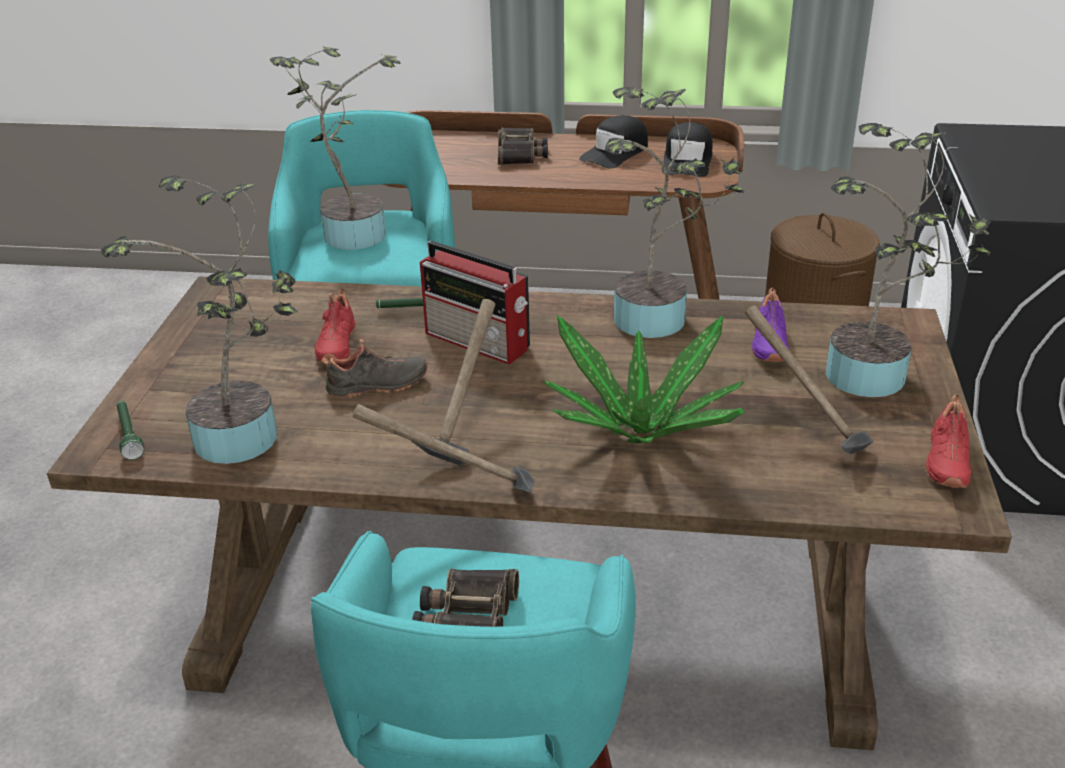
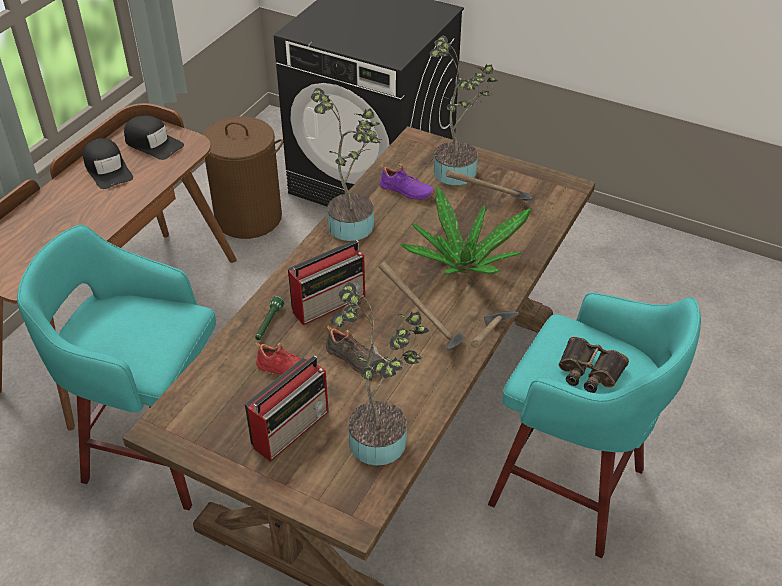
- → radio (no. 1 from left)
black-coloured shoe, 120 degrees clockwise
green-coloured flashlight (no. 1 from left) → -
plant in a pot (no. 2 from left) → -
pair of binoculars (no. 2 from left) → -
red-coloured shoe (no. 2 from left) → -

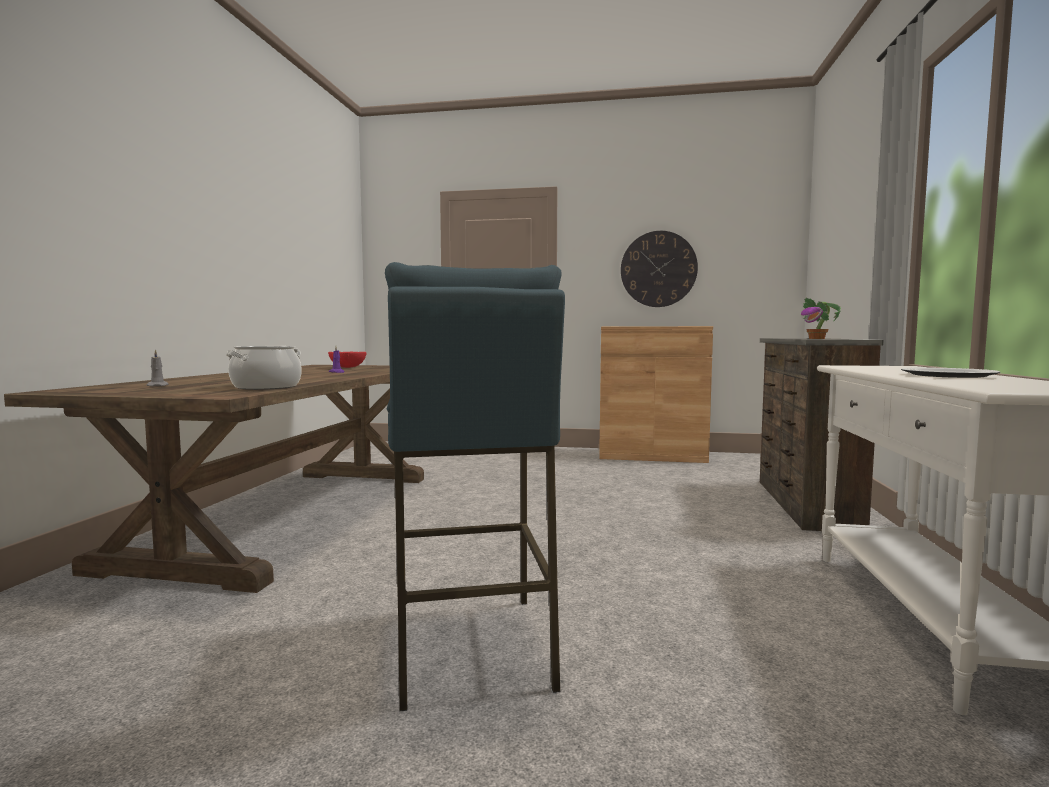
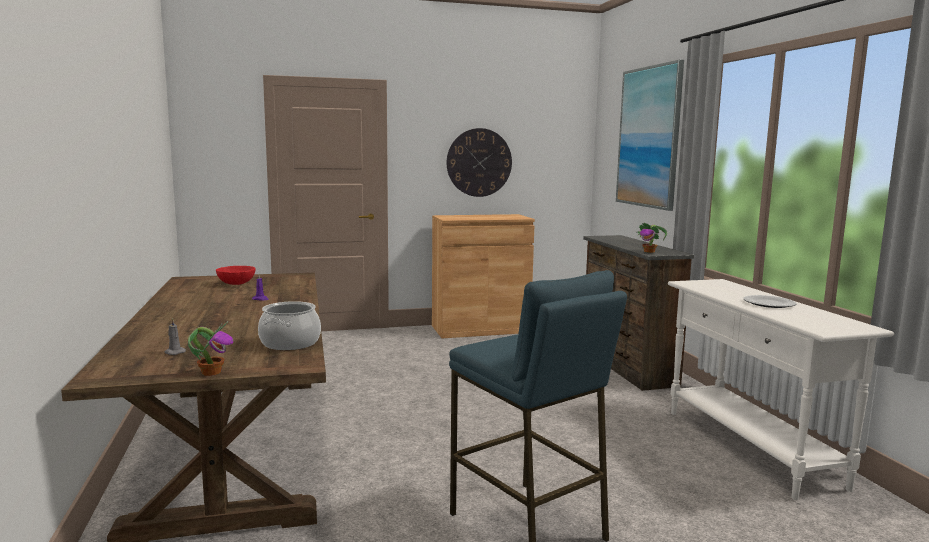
- → plant in a pot (no. 1 from left)
- → wall art

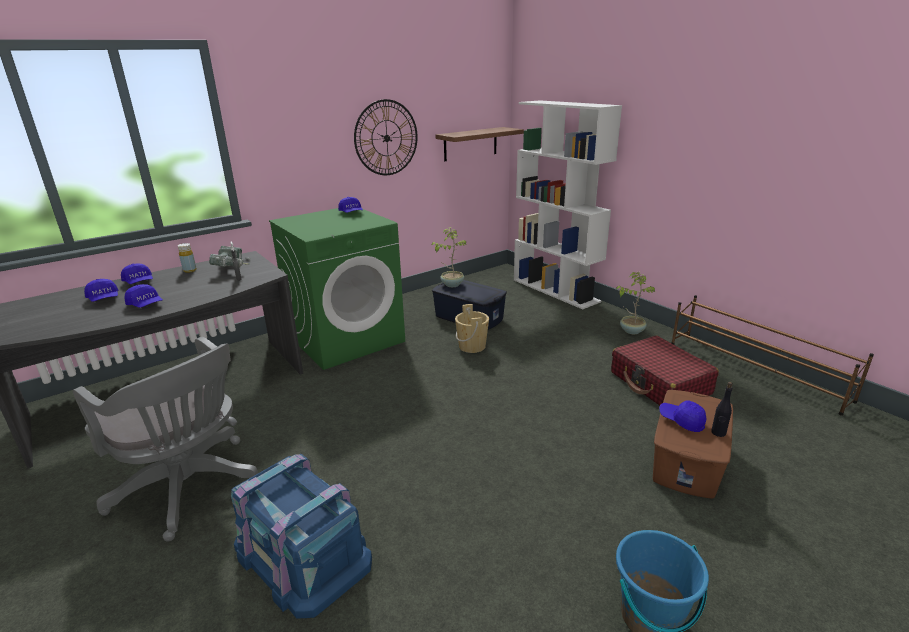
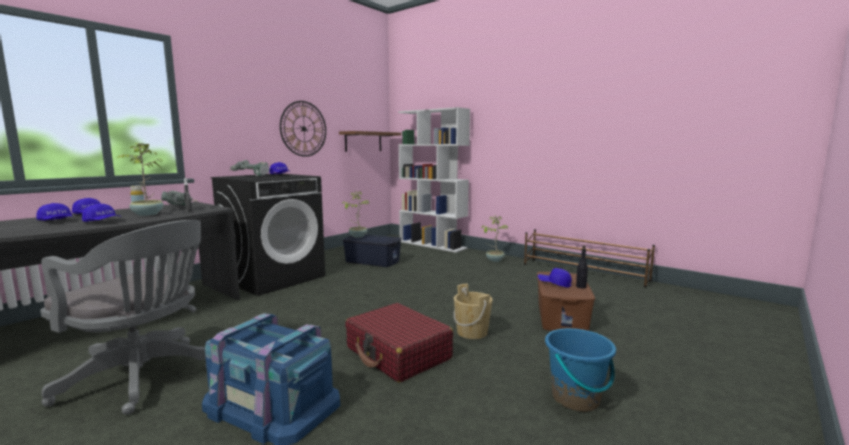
- → plant in a pot (no. 1 from left)
green-coloured laundry machine → black-coloured laundry machine
- → electric drill (no. 2 from left)
red-coloured travel case, shifted
beige-coloured water bucket, shifted

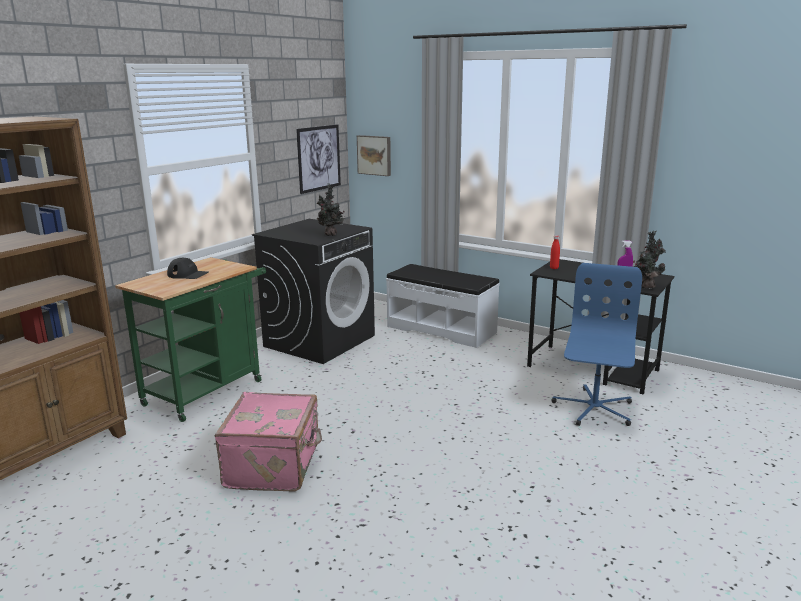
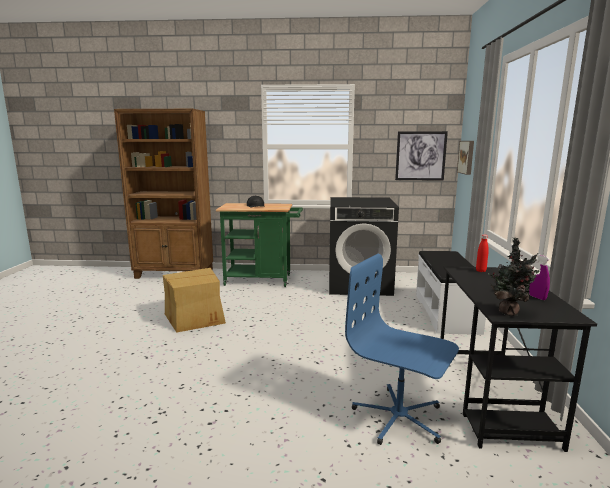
pink travel case → cardboard box
bluish office chair, 135 degrees counterclockwise
plant in a pot (no. 1 from left) → -

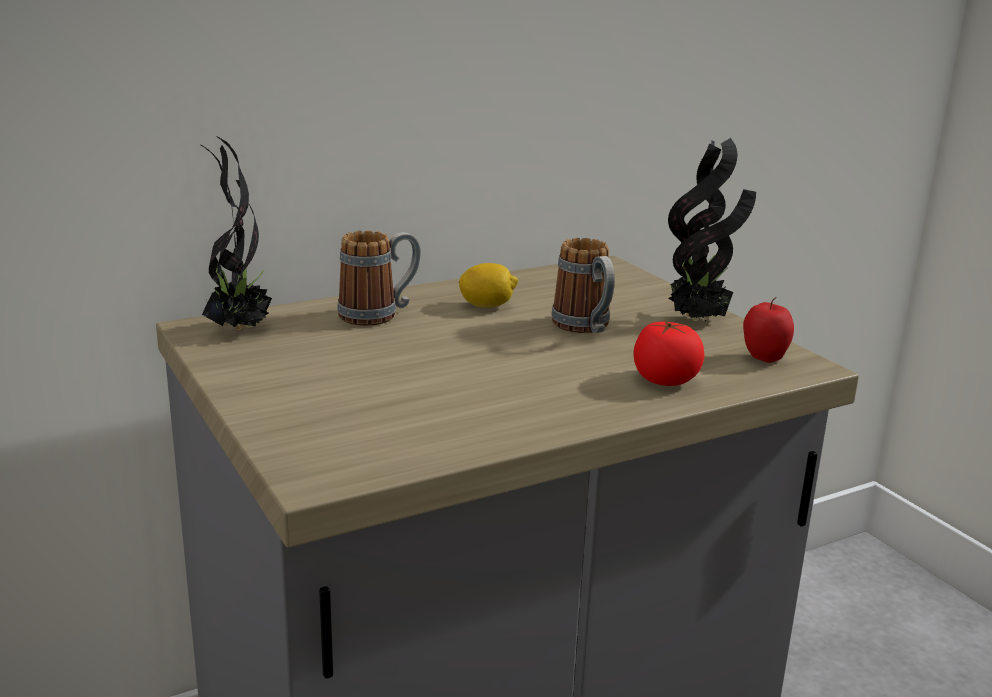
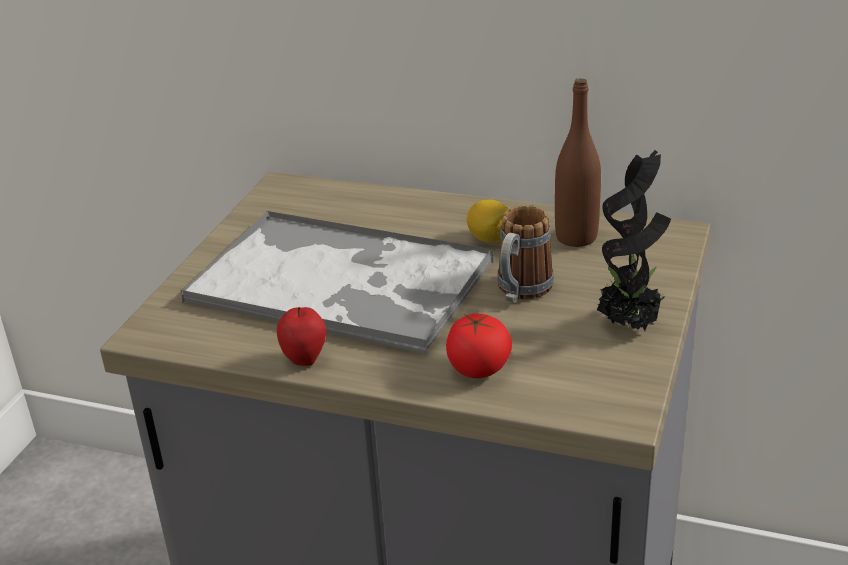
- → tray
apple, shifted
- → brownish bottle
plant in a pot (no. 1 from left) → -
tea mug (no. 1 from left) → -

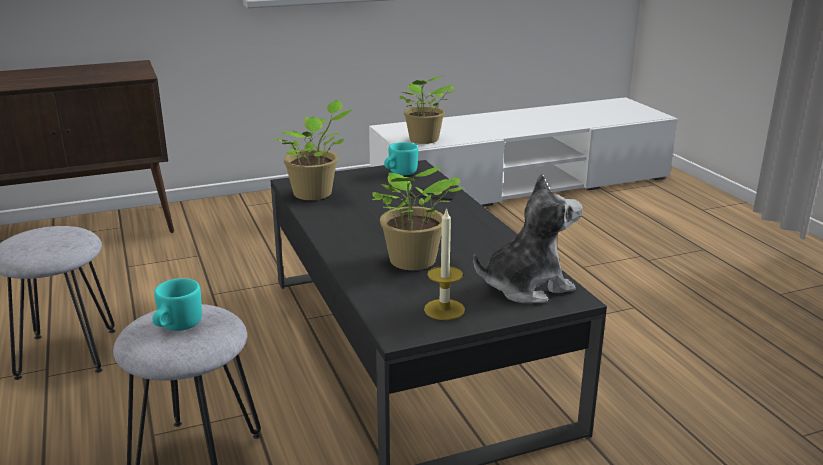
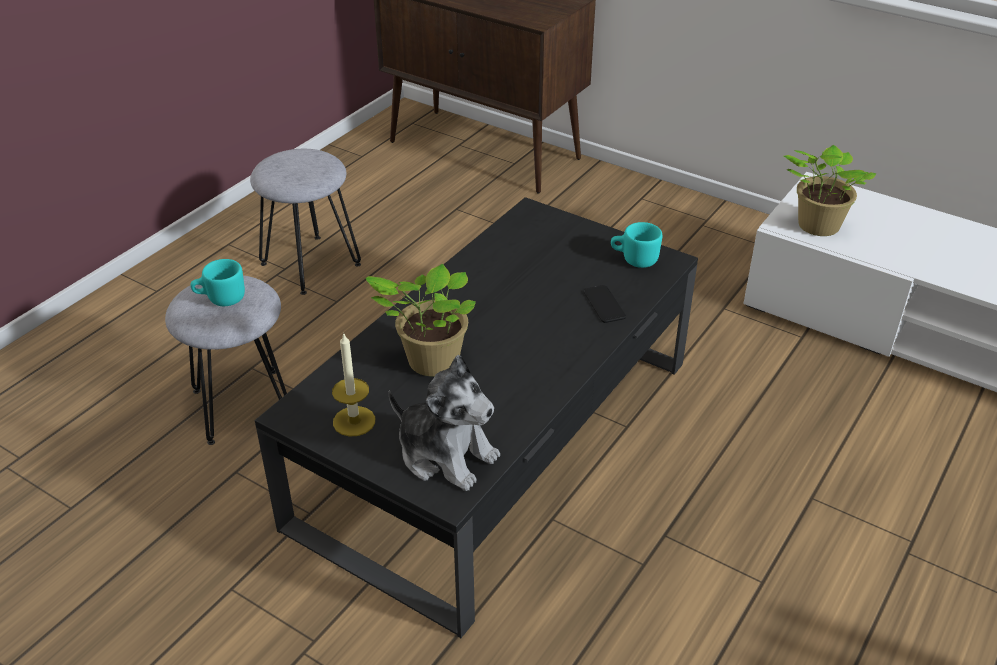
plant in a pot (no. 1 from left) → -

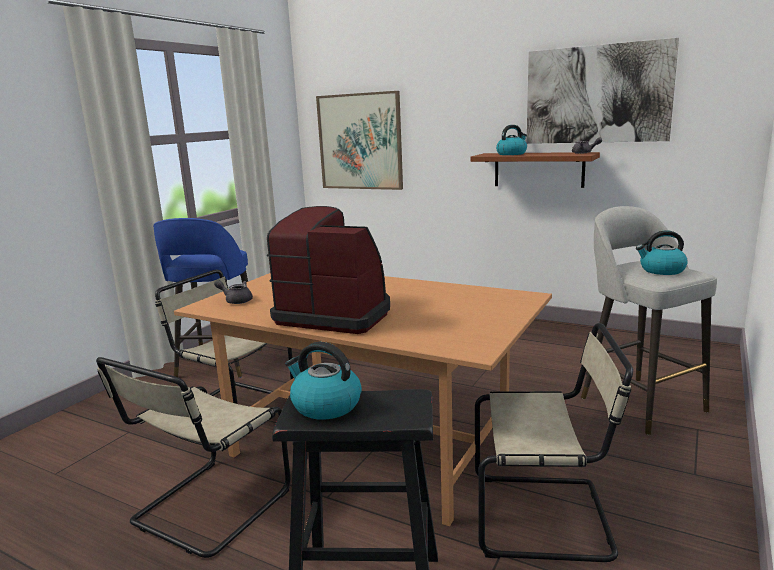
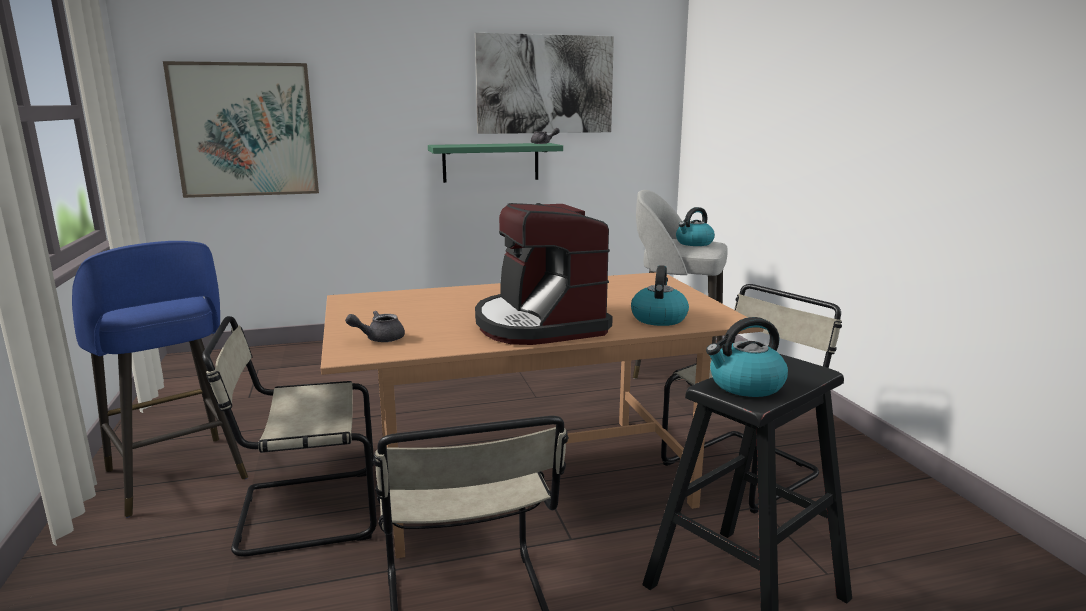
brownish shelf → green-coloured shelf
coffee brewer, 90 degrees counterclockwise
tea kettle (no. 2 from left in the first image) → tea kettle (no. 1 from left), shifted

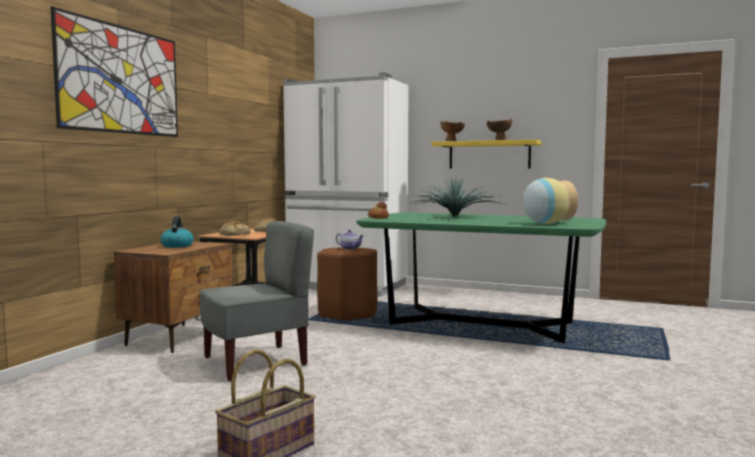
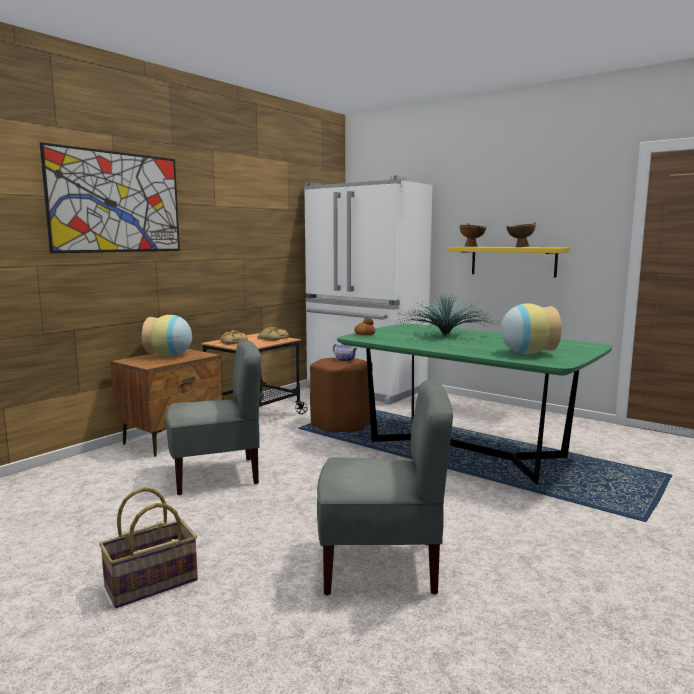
tea kettle → decorative vase (no. 1 from left)
- → grey upright chair (no. 2 from left)

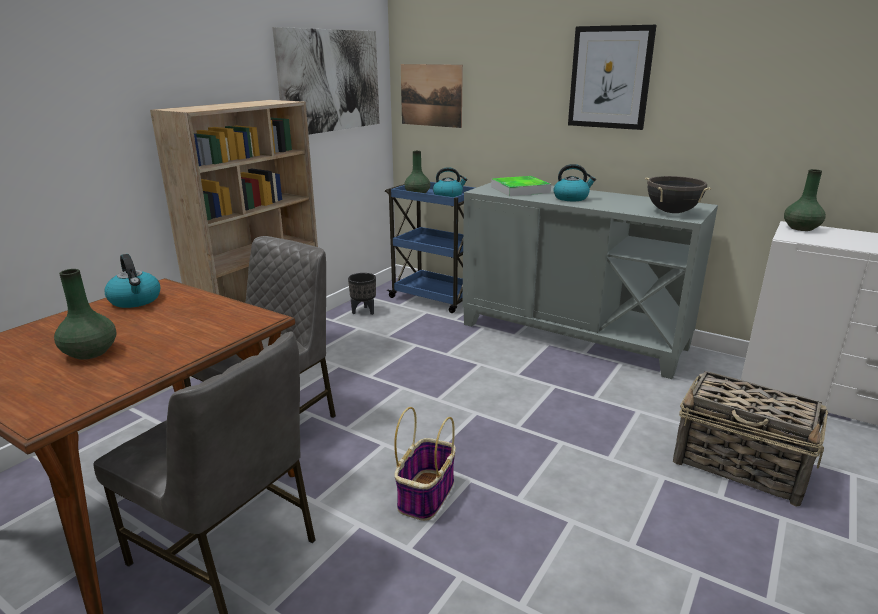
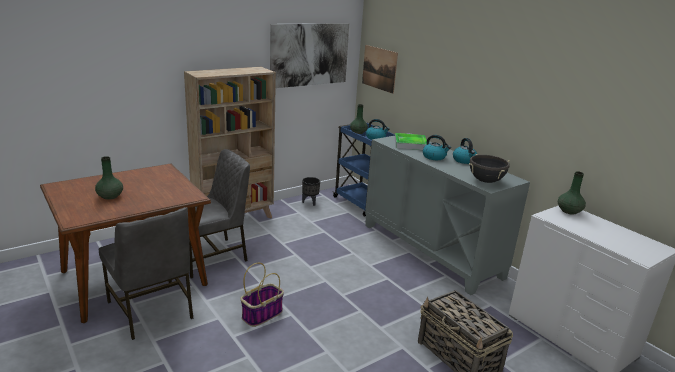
tea kettle (no. 1 from left in the first image) → tea kettle (no. 3 from left), shifted
wall art (no. 3 from left) → -

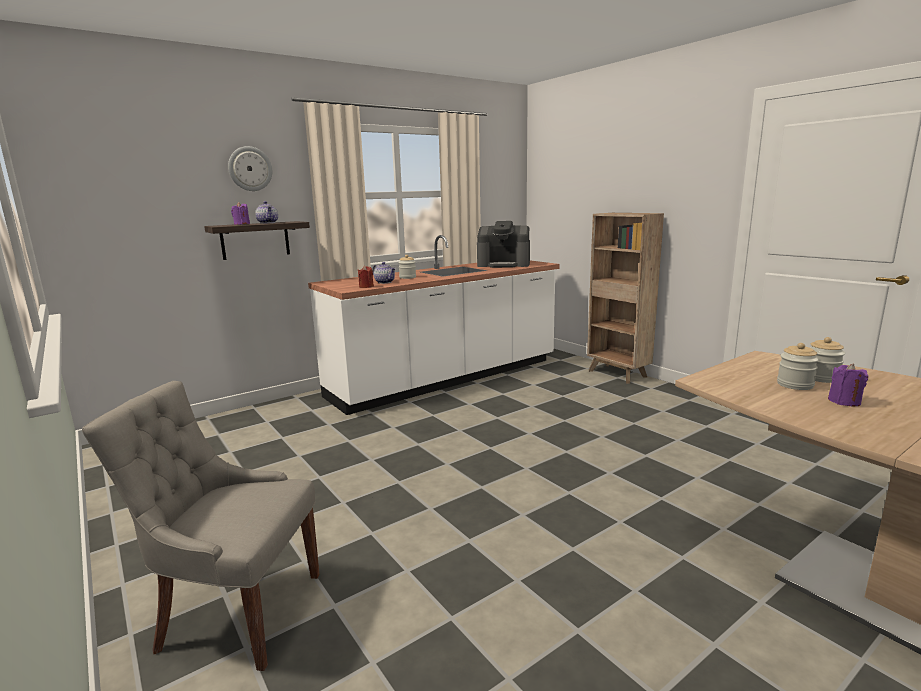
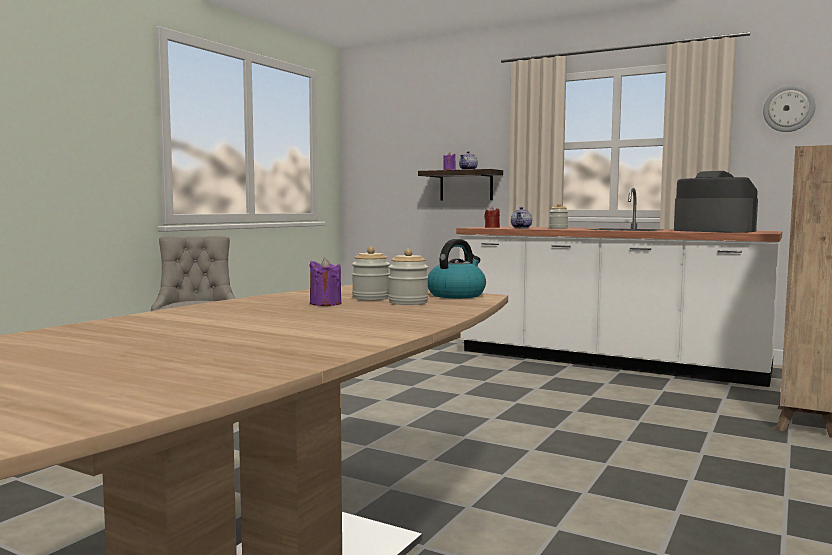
- → tea kettle
coffee brewer, 150 degrees clockwise
wall clock, shifted

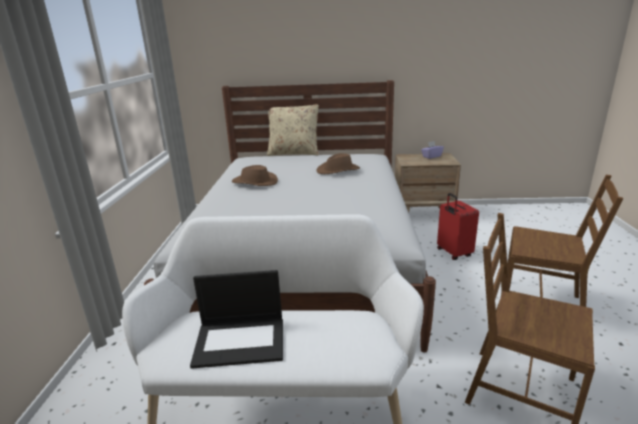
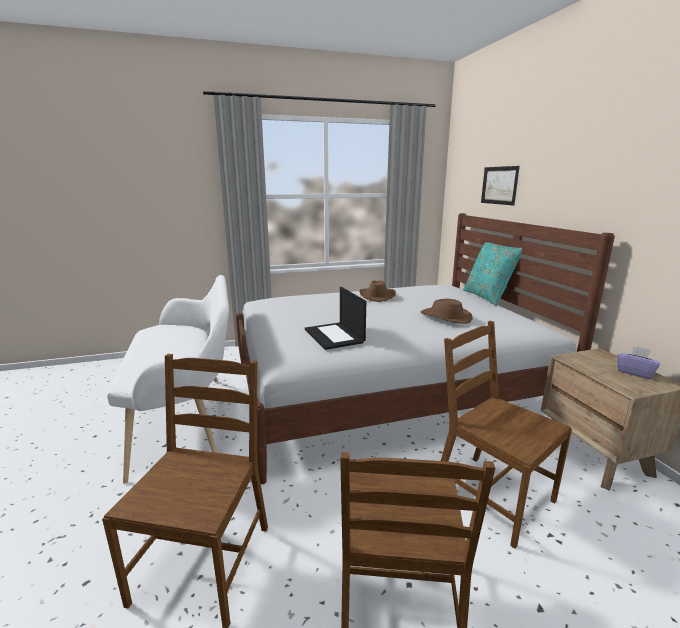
portable computer, shifted
red-coloured travel case → brownish upright chair (no. 3 from left)
beige-coloured throw pillow → turquoise throw pillow
- → wall art

